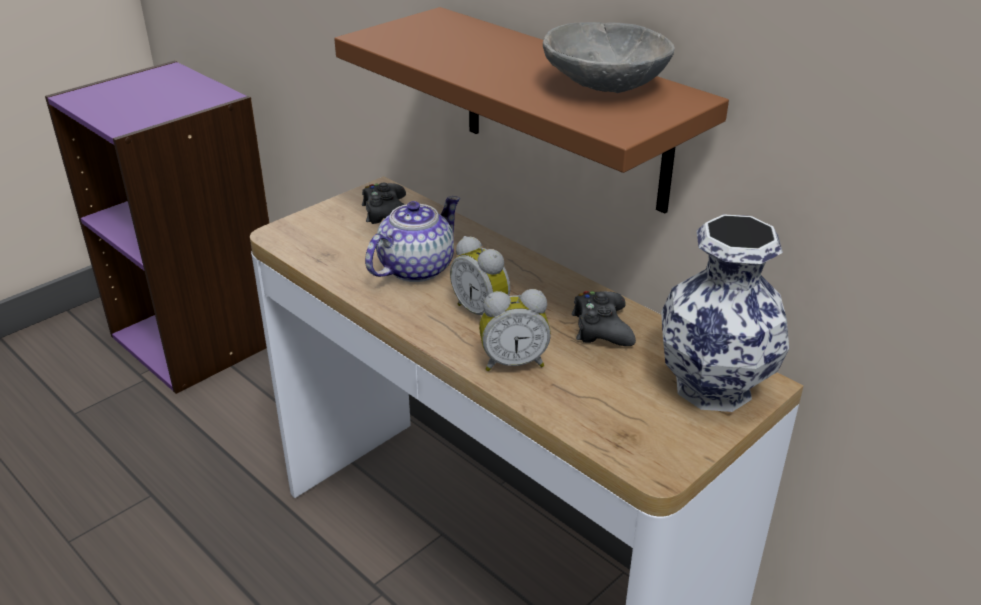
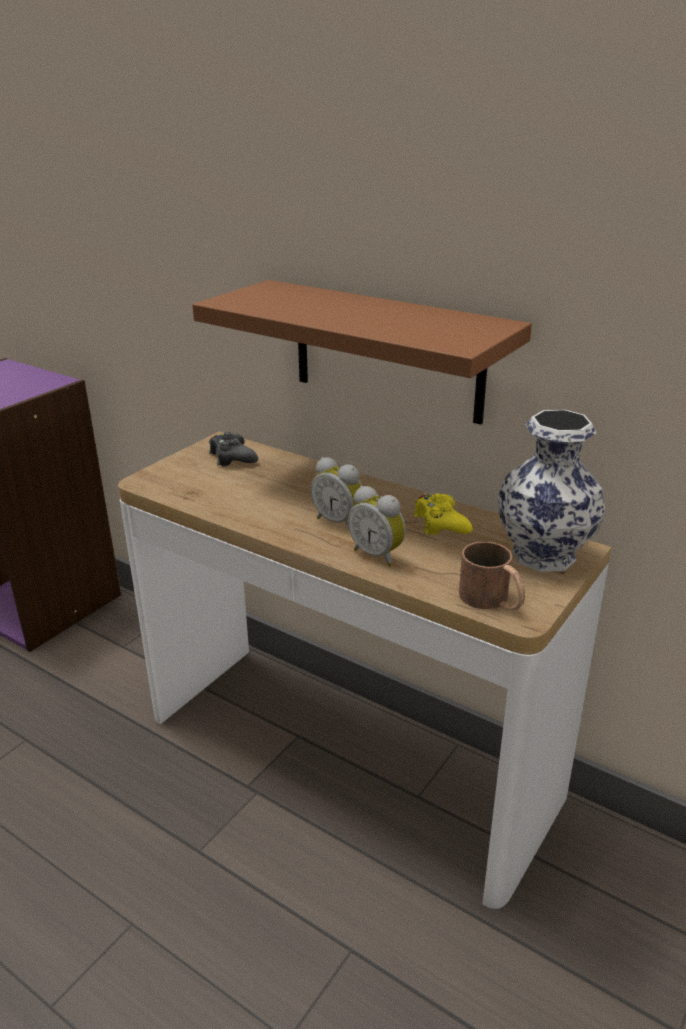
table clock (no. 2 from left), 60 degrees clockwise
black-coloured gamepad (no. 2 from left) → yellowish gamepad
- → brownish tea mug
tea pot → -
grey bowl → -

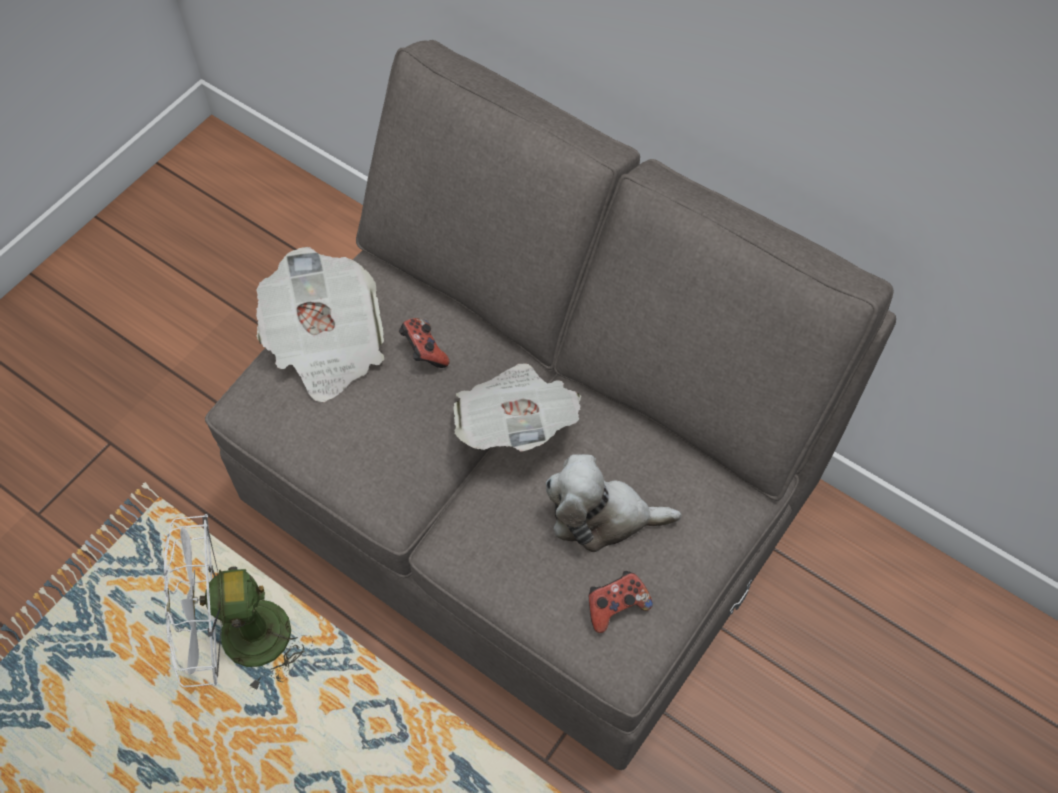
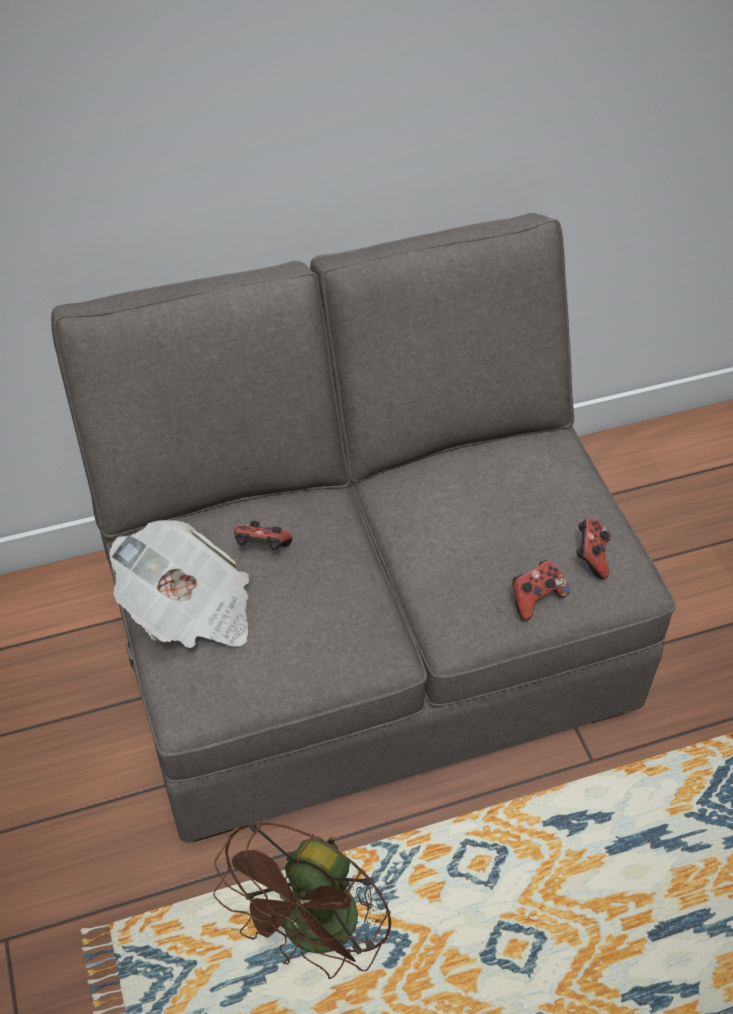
white-coloured electric fan → brownish electric fan
- → gamepad (no. 2 from left)
newspaper (no. 2 from left) → -
soft toy → -

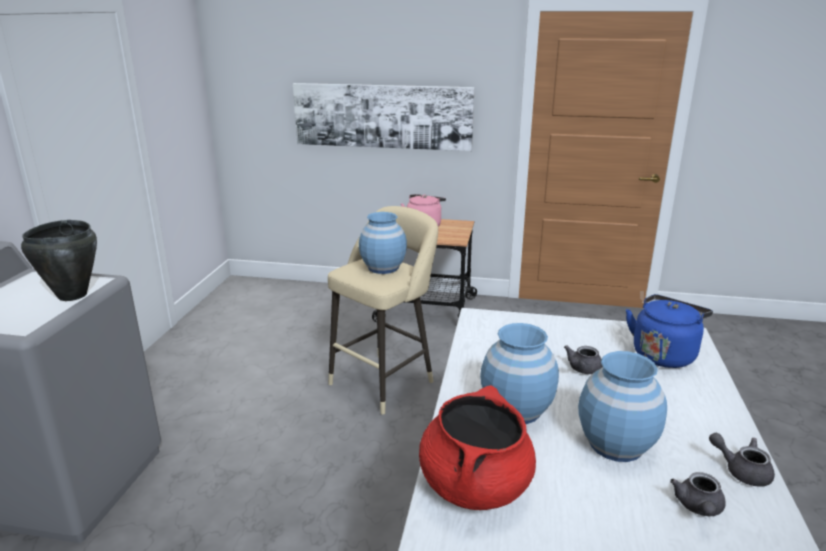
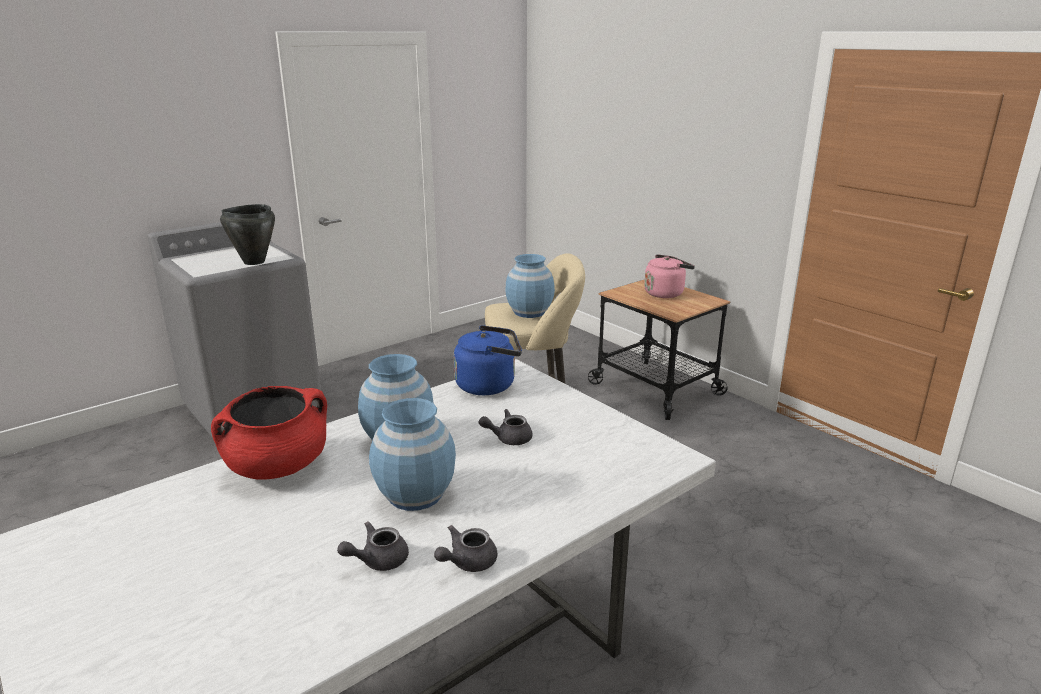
grey tea pot (no. 3 from left in the first image) → grey tea pot (no. 2 from left), 120 degrees counterclockwise
bluish tea kettle, shifted
wall art → -

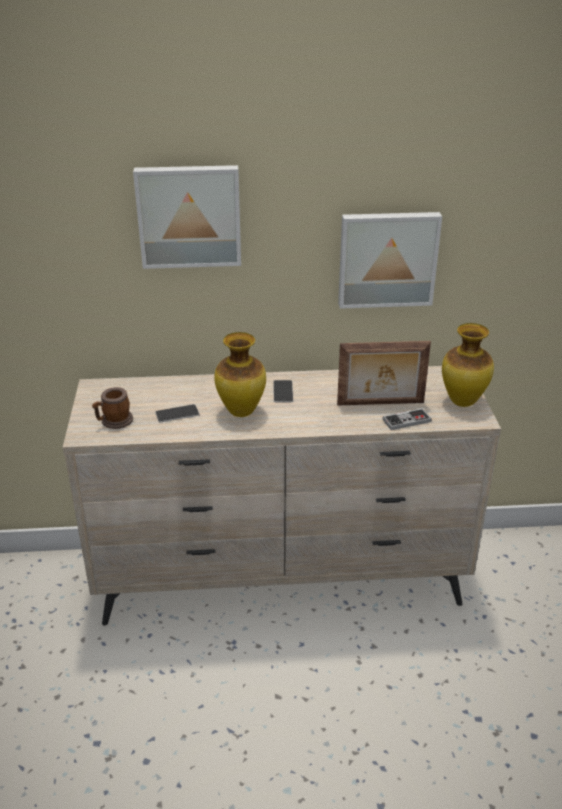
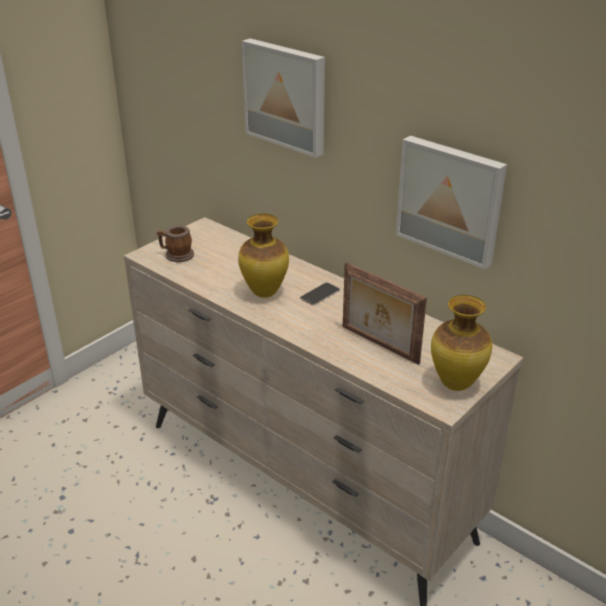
phone (no. 1 from left) → -
gamepad → -

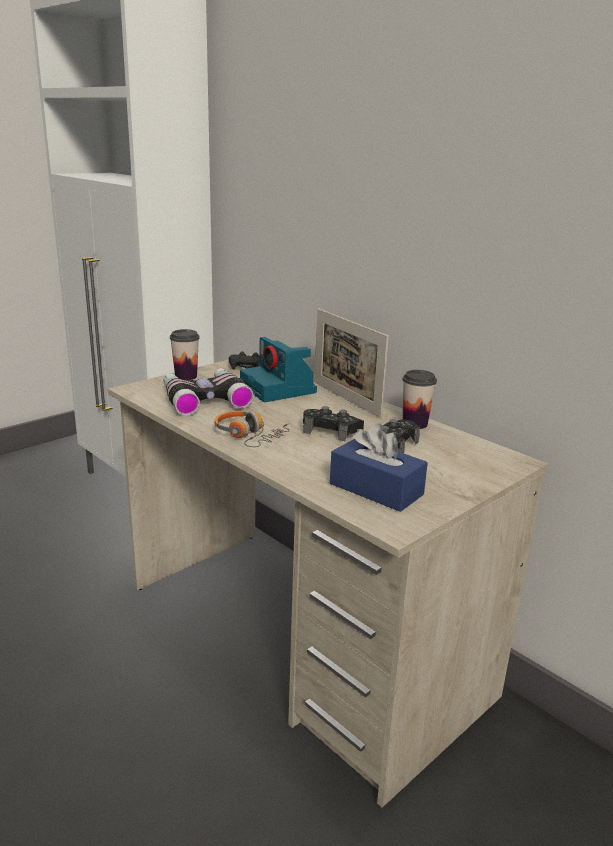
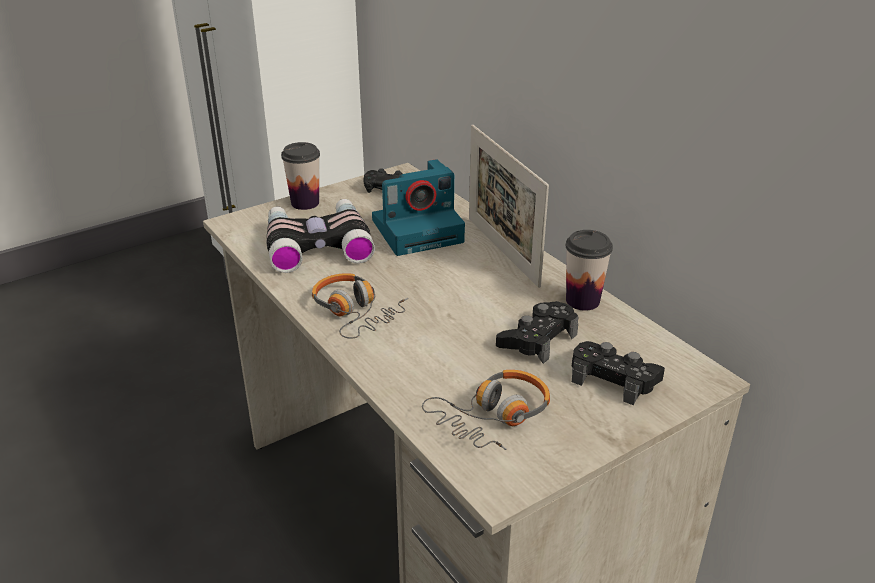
still camera, 90 degrees counterclockwise
bluish tissue box → headset (no. 2 from left)
black-coloured gamepad (no. 2 from left in the first image) → black-coloured gamepad (no. 3 from left), shifted

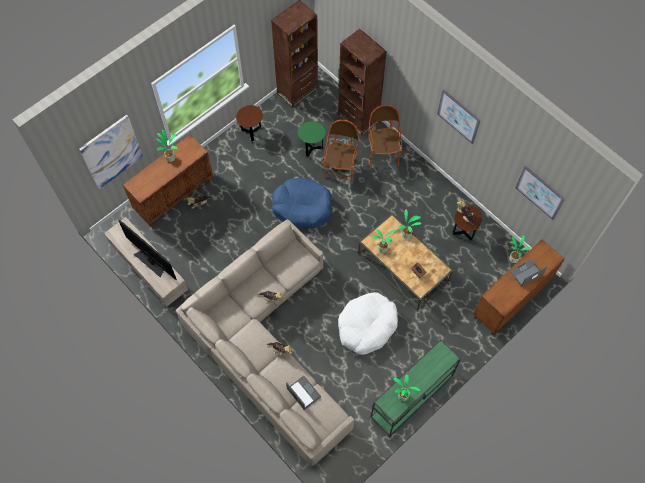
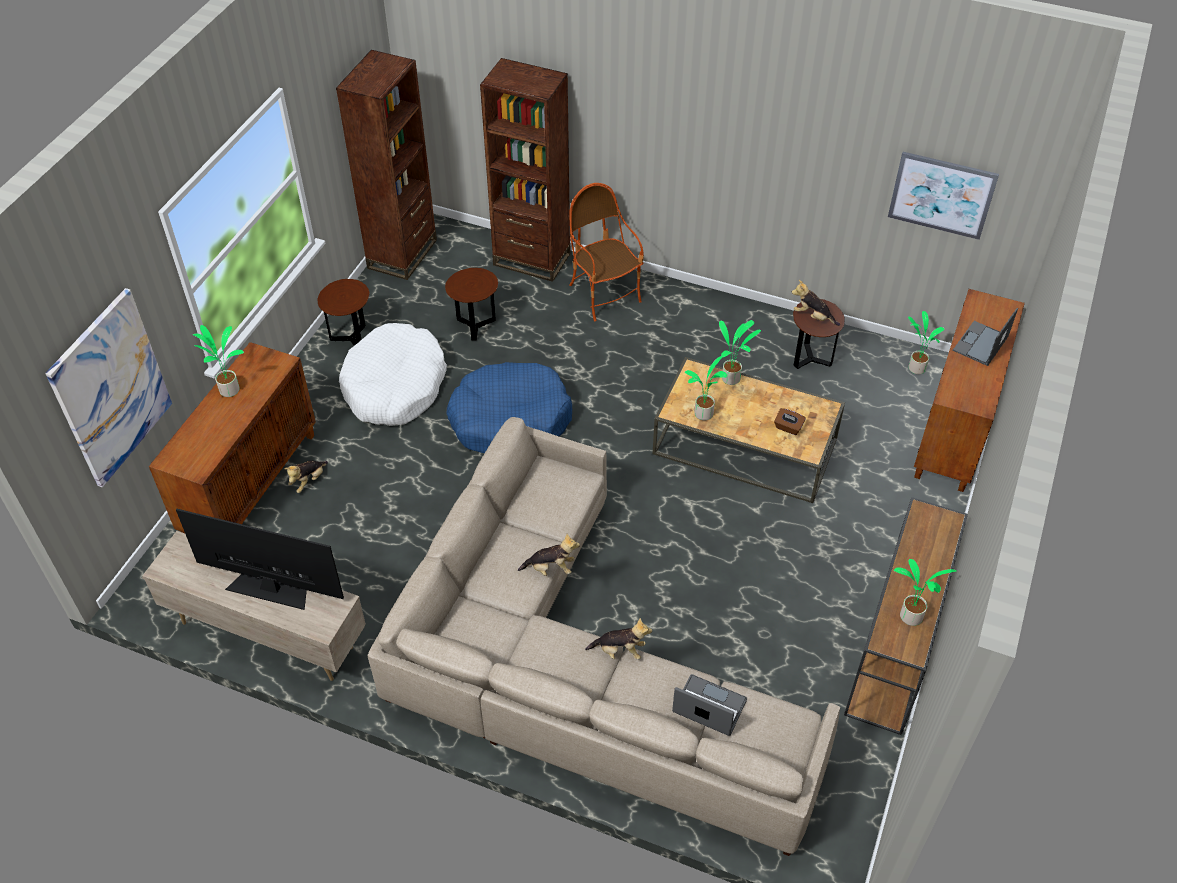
white-coloured dog cushion, shifted
green-coloured end table → brownish end table (no. 2 from left)
green-coloured narrow table → brownish narrow table
armchair (no. 1 from left) → -
wall art (no. 2 from left) → -

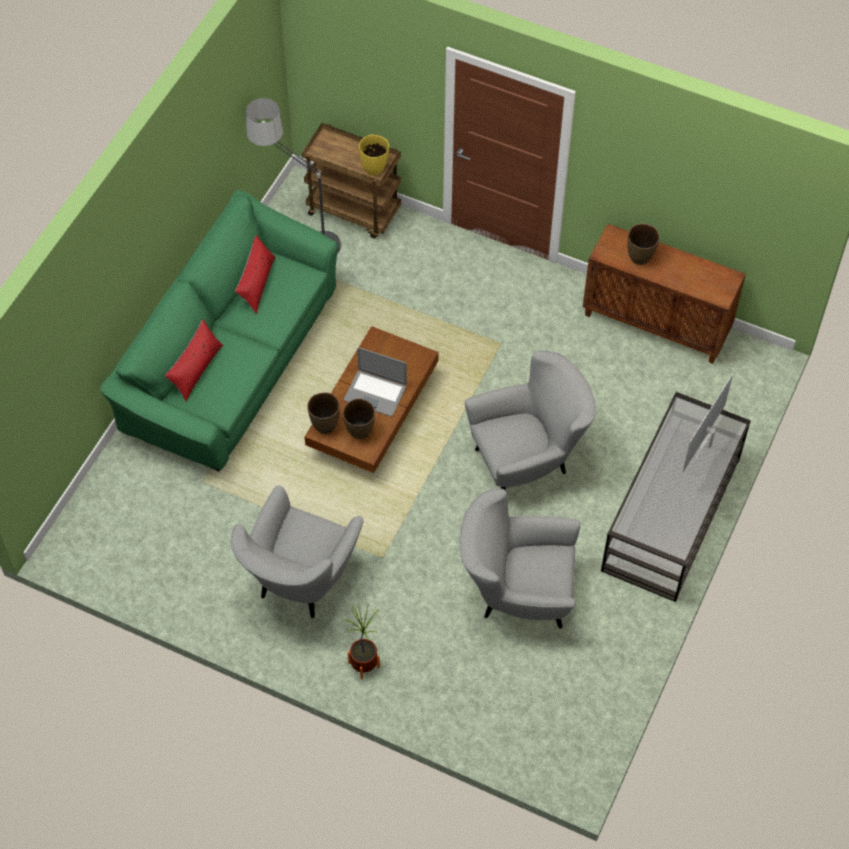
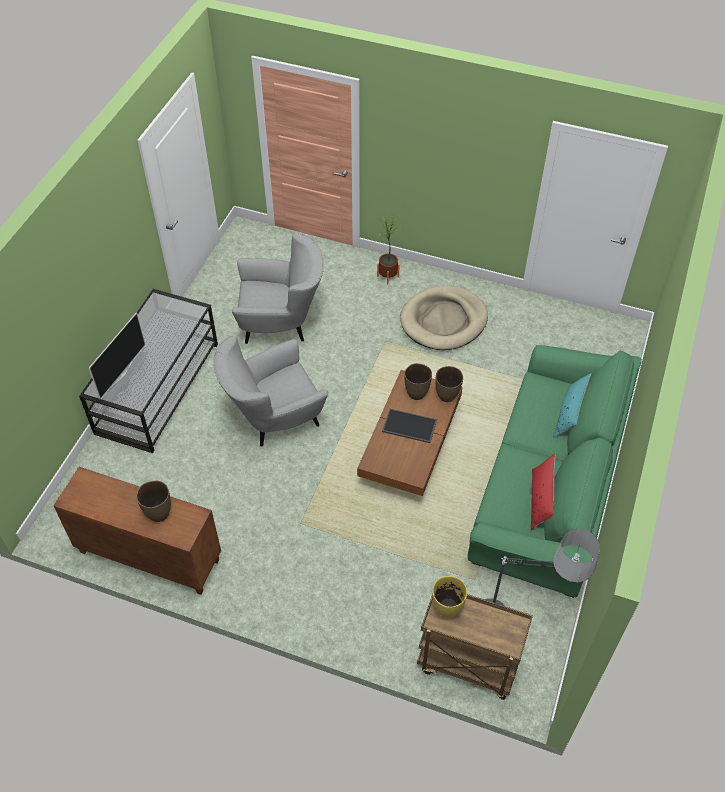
portable computer → tray
grey armchair (no. 1 from left) → beige-coloured dog cushion
red-coloured throw pillow (no. 1 from left) → turquoise throw pillow

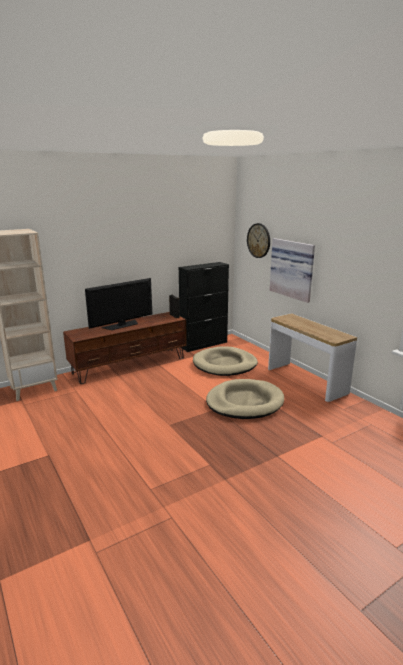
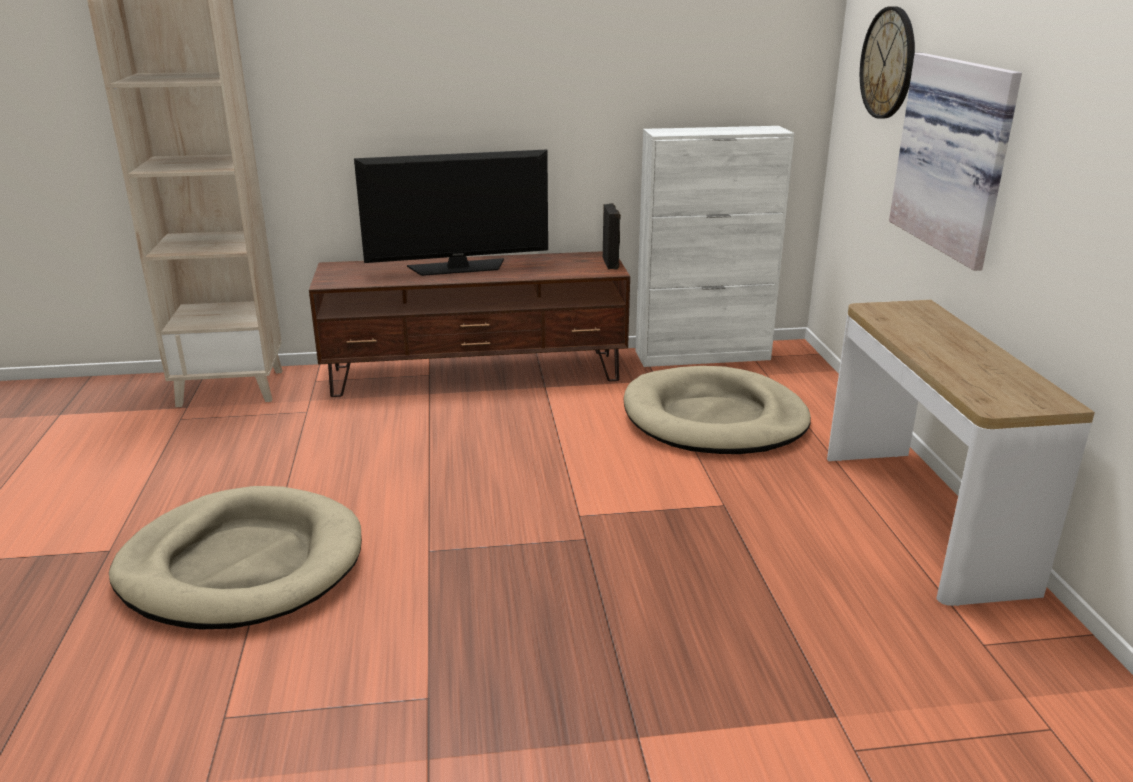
beige-coloured dog cushion (no. 2 from left in the first image) → beige-coloured dog cushion (no. 1 from left), shifted
black-coloured cupboard → white-coloured cupboard

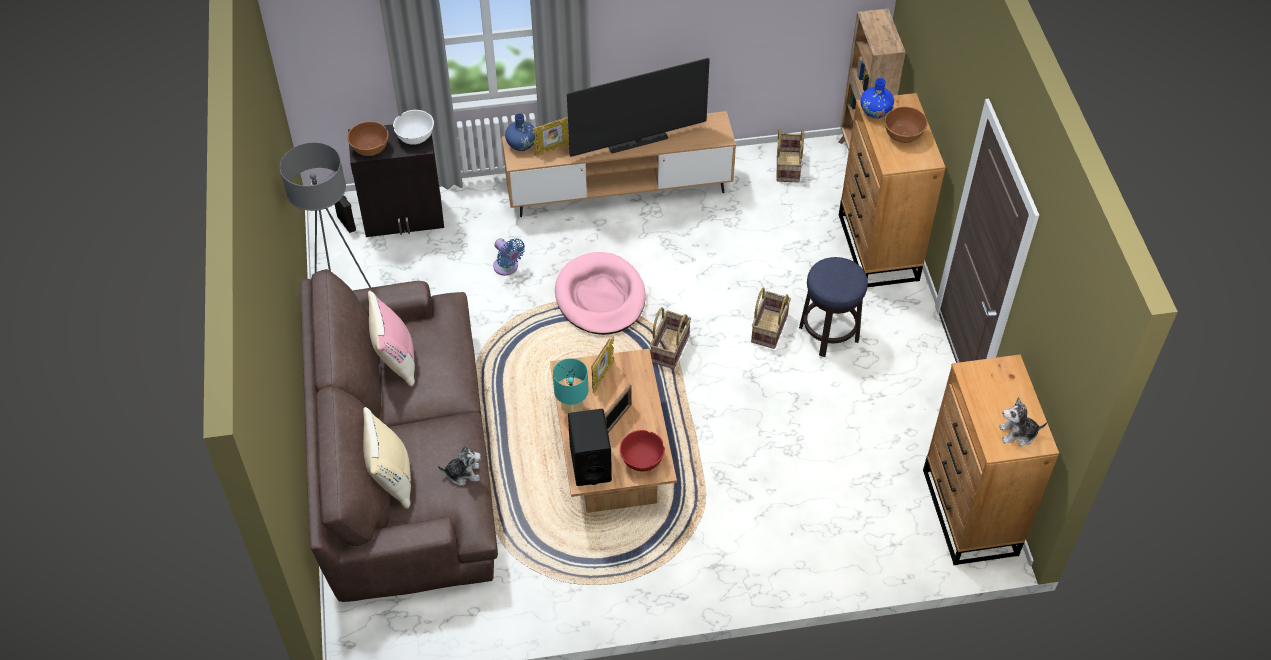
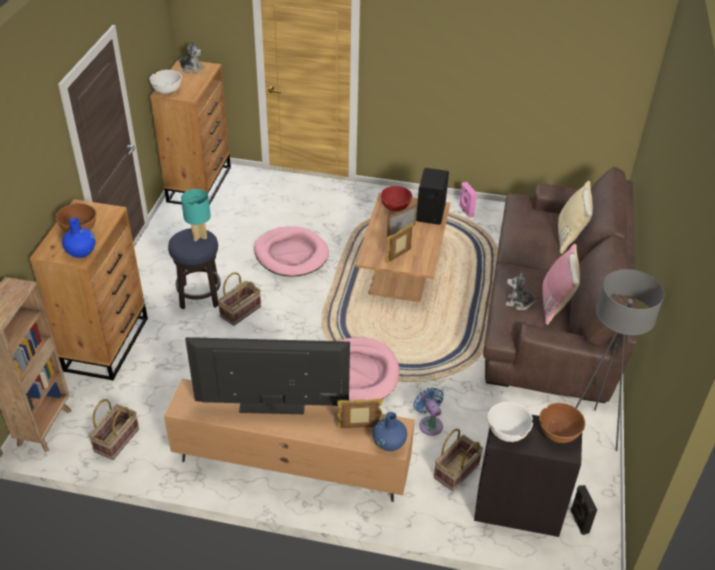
- → white-coloured bowl (no. 1 from left)
turquoise tabletop lamp, shifted
- → pink dog cushion (no. 1 from left)
household basket (no. 1 from left in the first image) → household basket (no. 3 from left), shifted
- → pink audio speaker
soft toy (no. 1 from left in the first image) → soft toy (no. 2 from left), shifted

